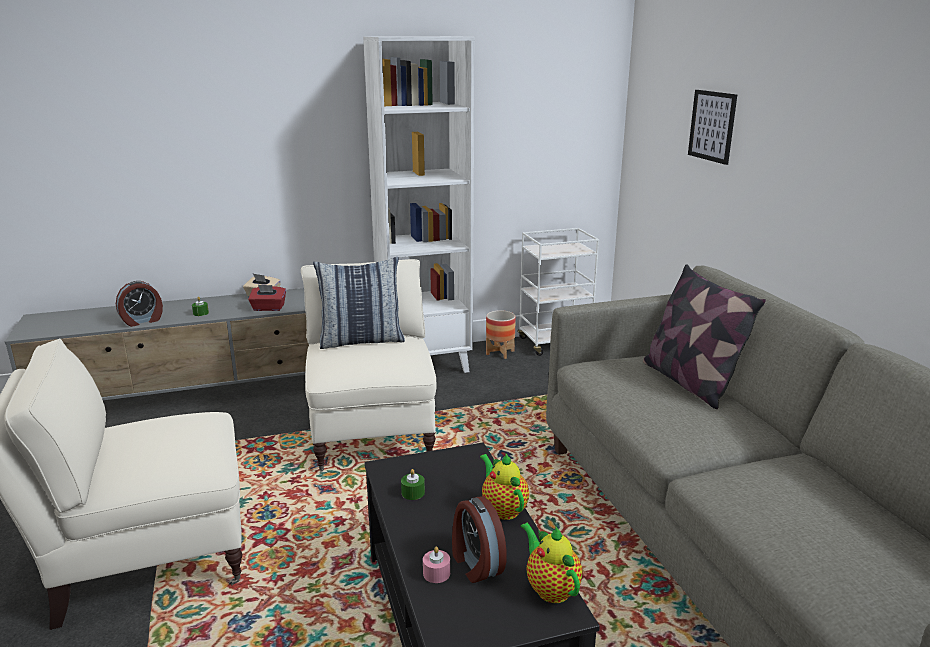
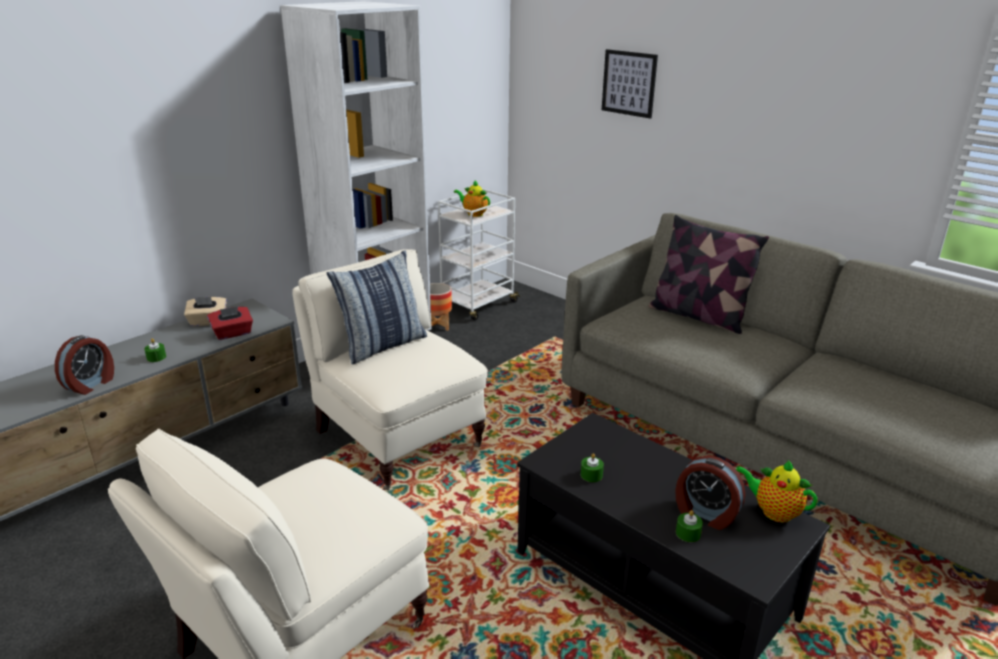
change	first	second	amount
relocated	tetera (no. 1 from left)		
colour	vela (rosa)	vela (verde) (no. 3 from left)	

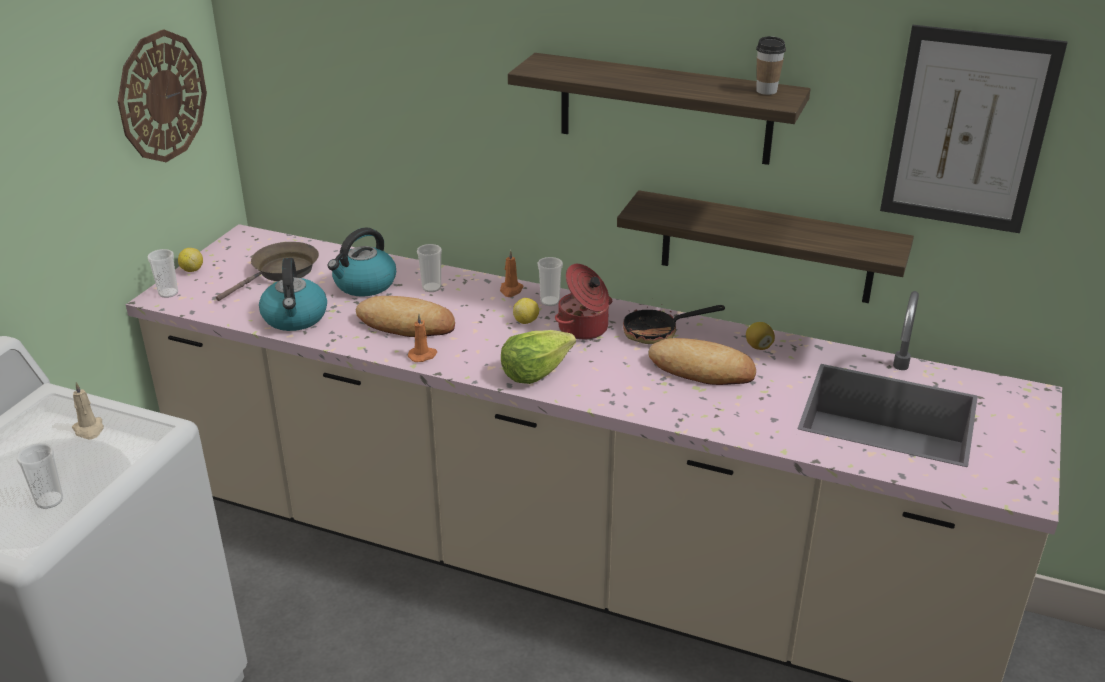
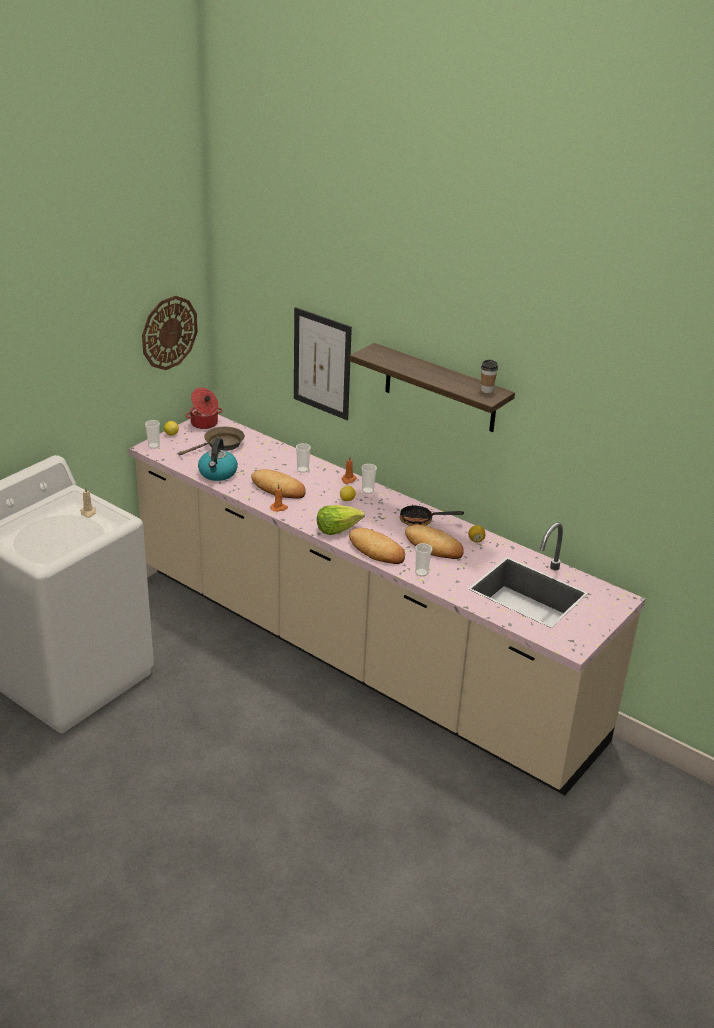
change	first	second	amount
relocated	olla		
relocated	cuadro		
appeared		pan (no. 2 from left)	
relocated	taza (no. 1 from left in the first image)	taza (no. 4 from left)	
missing	hervidor (no. 2 from left)		
missing	estante (no. 2 from left)		

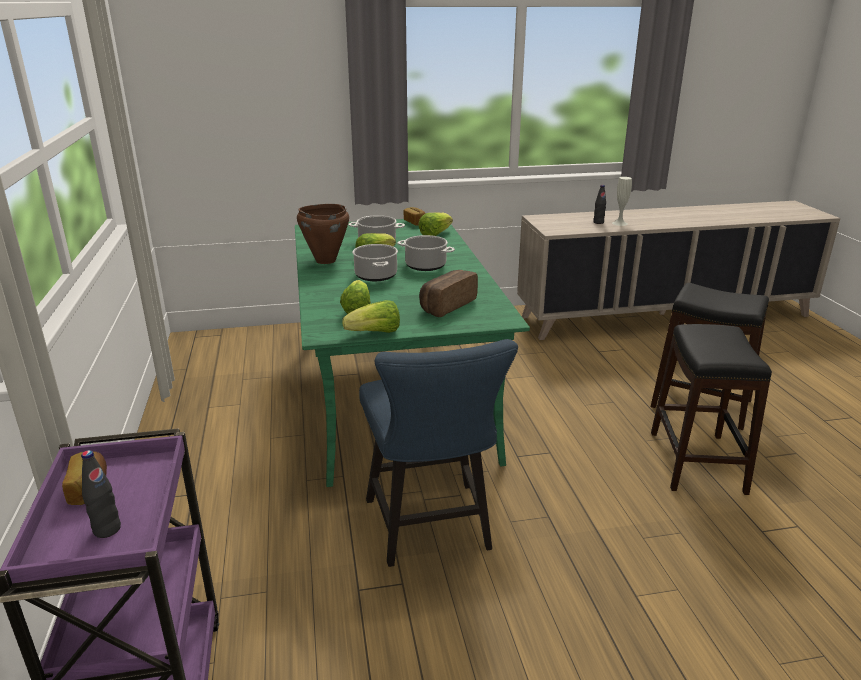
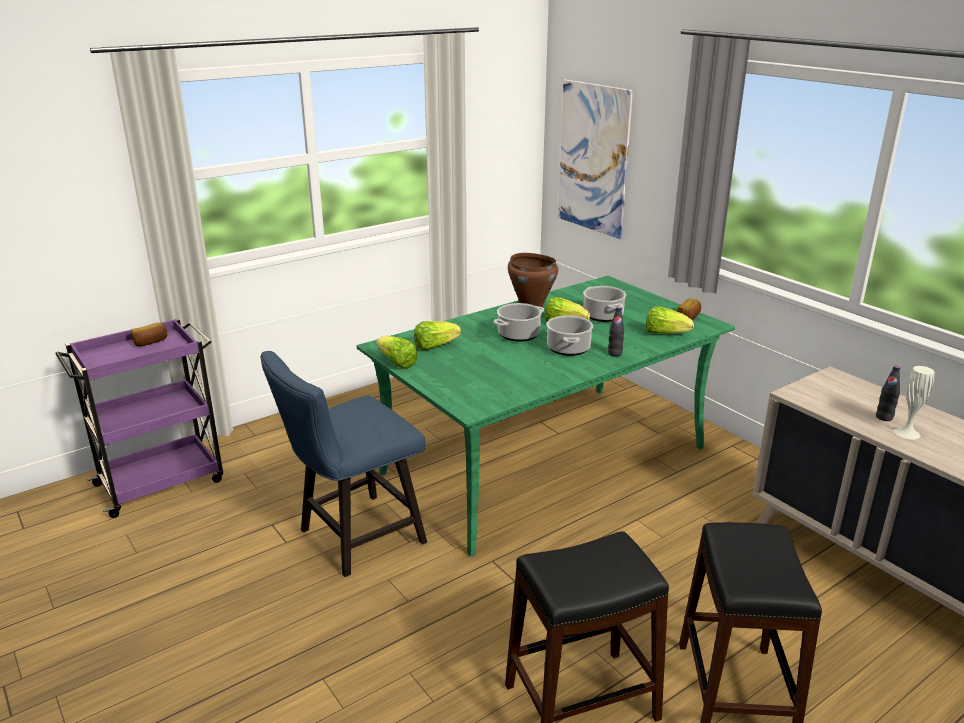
change	first	second	amount
appeared		cuadro	
relocated	botella (negro) (no. 1 from left)		
missing	pan (no. 3 from left)		

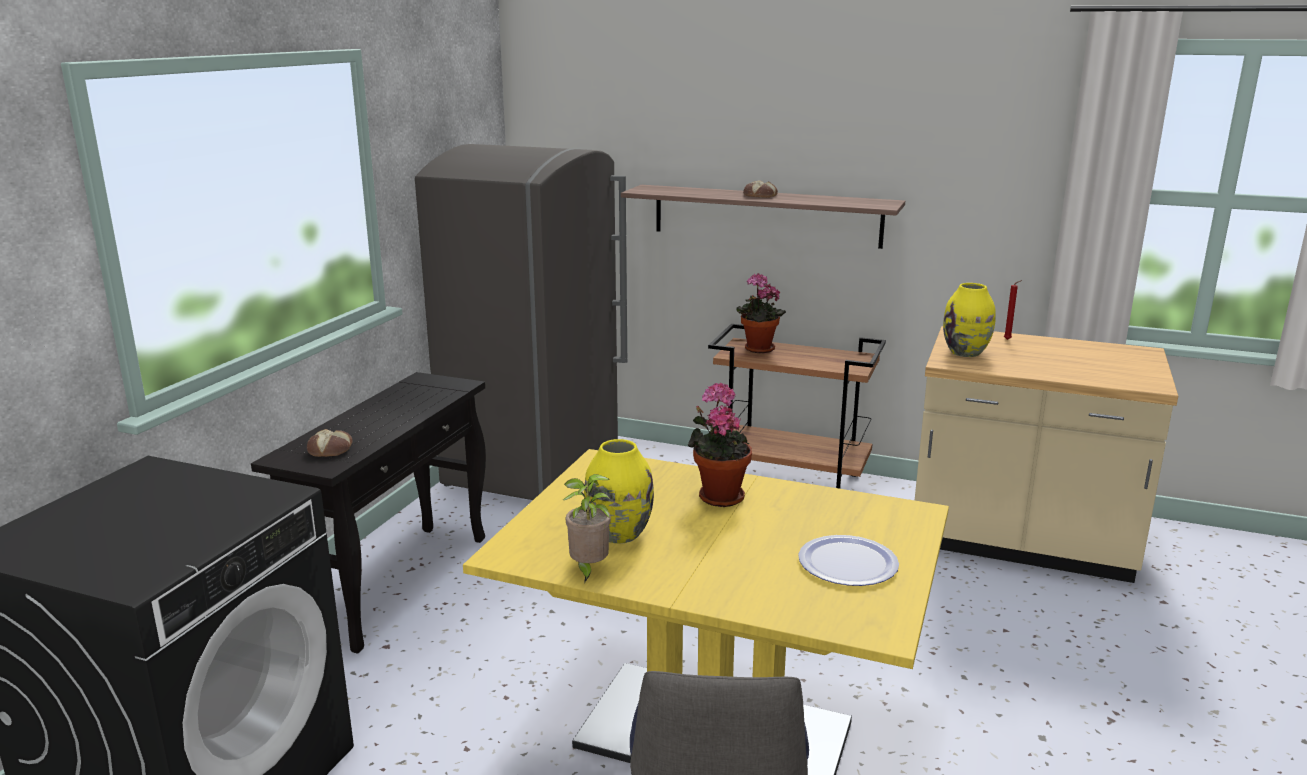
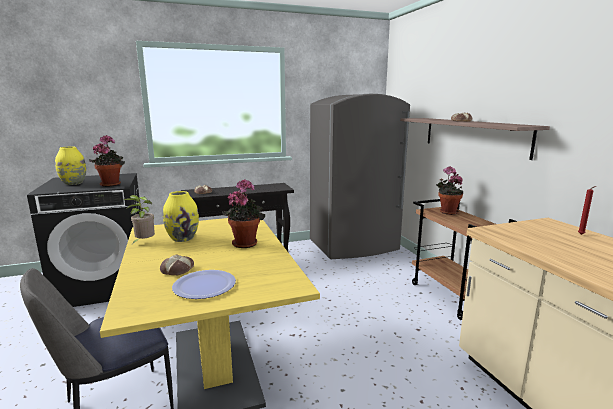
change	first	second	amount
relocated	florero (amarillo) (no. 2 from left in the first image)	florero (amarillo) (no. 1 from left)	
appeared		planta en maceta (no. 1 from left)	
appeared		pan (no. 1 from left)	

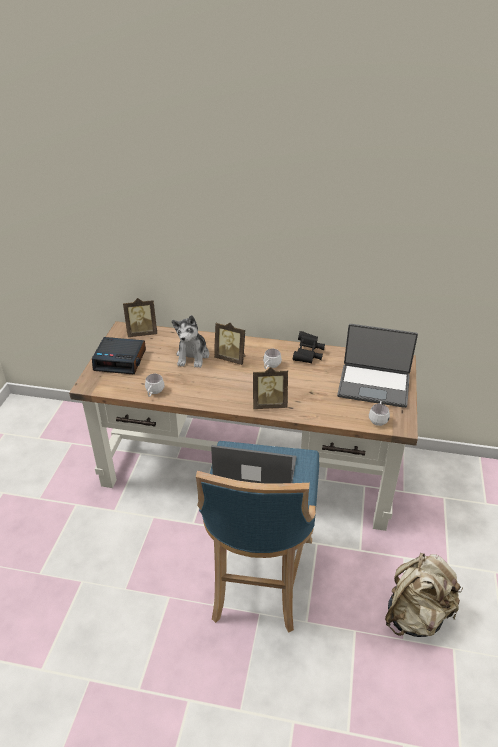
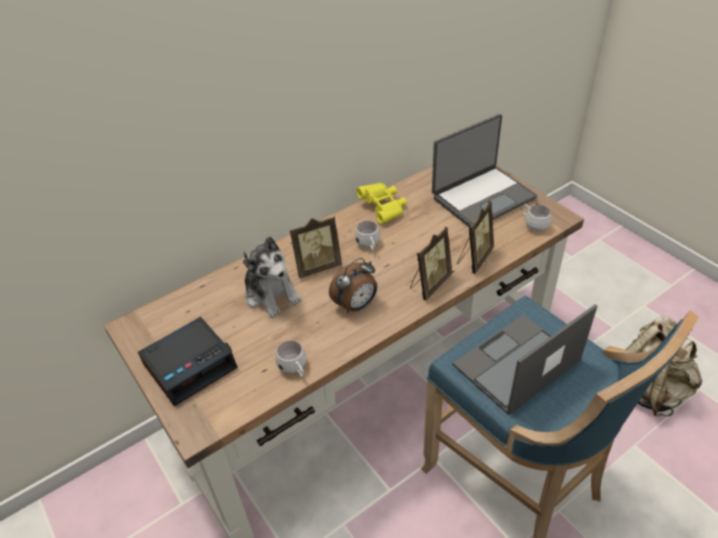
change	first	second	amount
appeared		despertador (no. 2 from left)	
colour	prismáticos (negro)	prismáticos (amarillo)	
relocated	portarretratos (no. 1 from left in the first image)	portarretratos (no. 3 from left)	

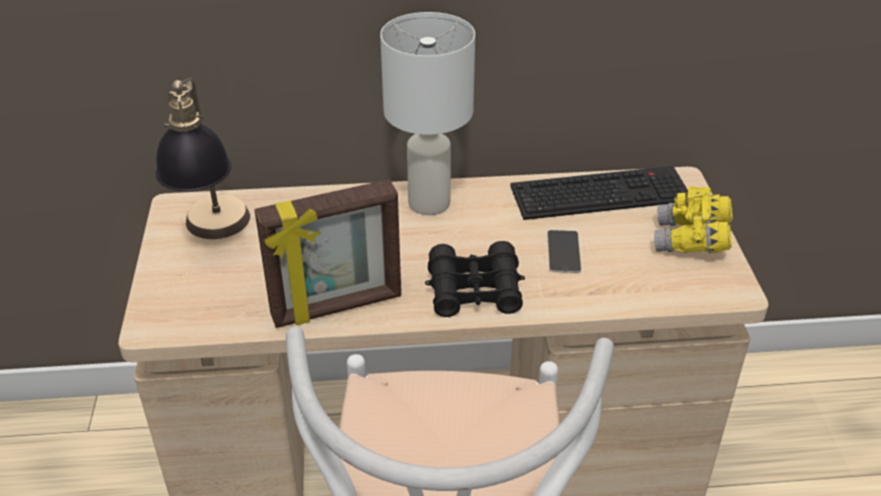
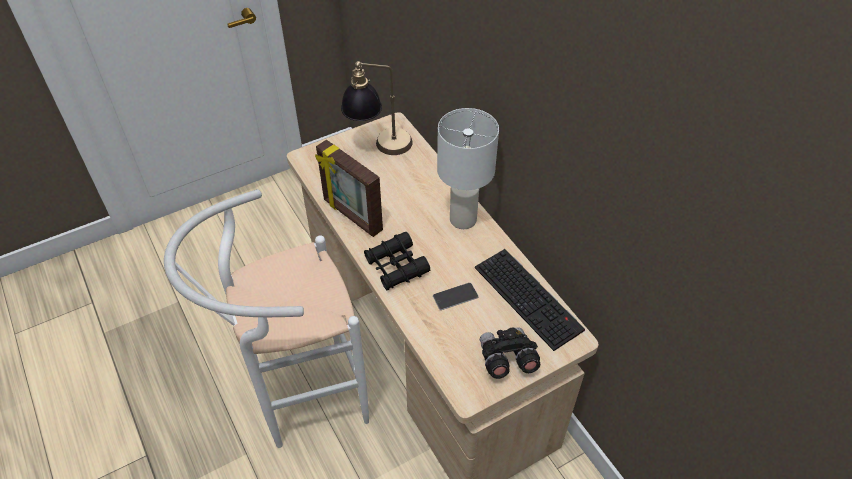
change	first	second	amount
colour	prismáticos (amarillo)	prismáticos (negro) (no. 2 from left)	

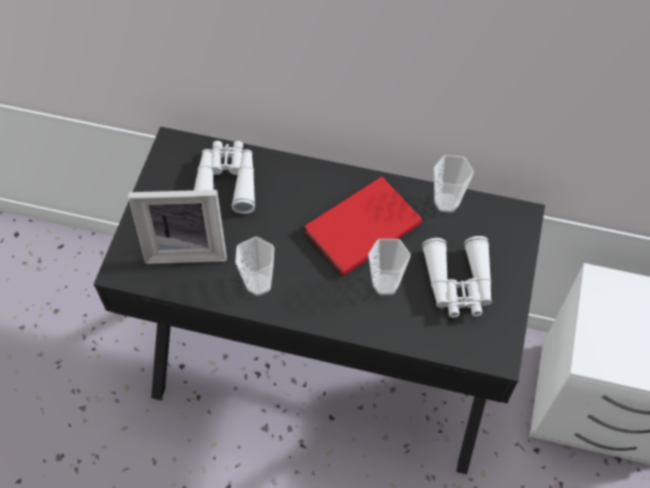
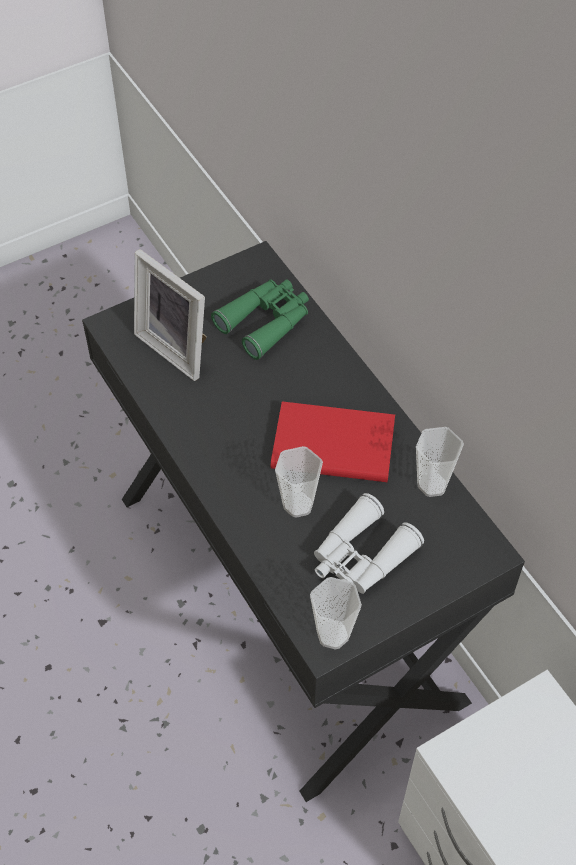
change	first	second	amount
colour	prismáticos (blanco) (no. 1 from left)	prismáticos (verde)	
relocated	taza (no. 1 from left in the first image)	taza (no. 2 from left)	

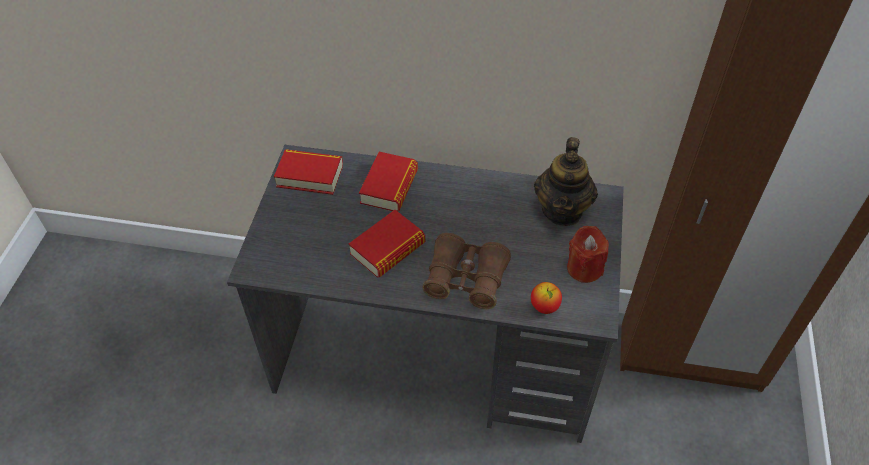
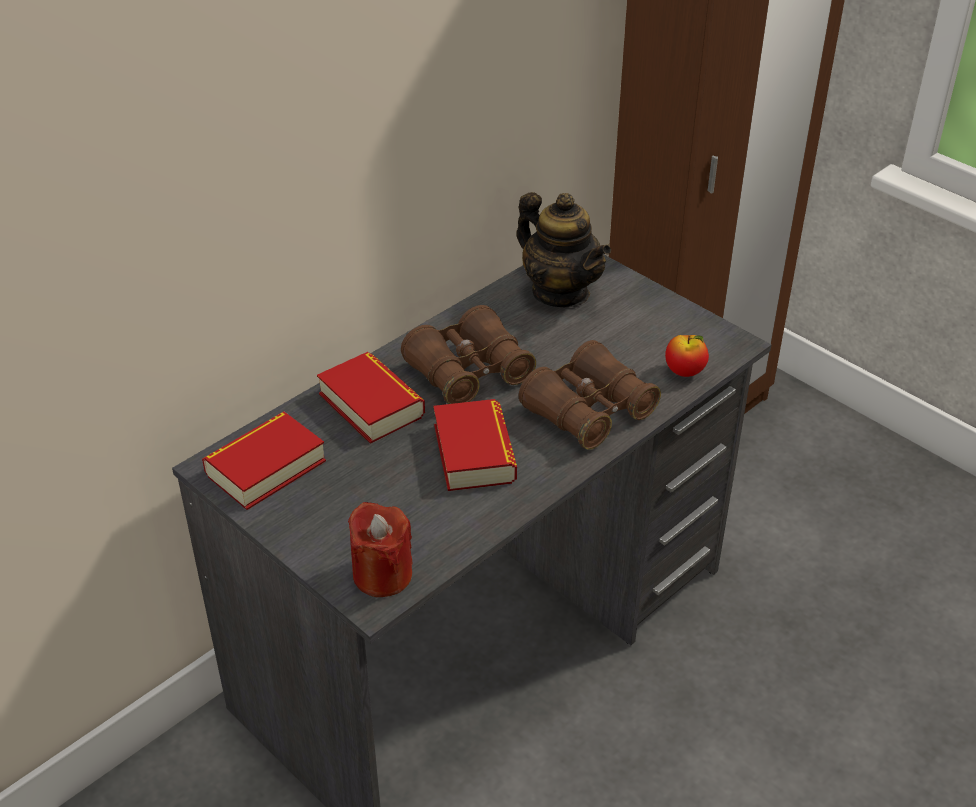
change	first	second	amount
relocated	vela (rojo)		
appeared		prismáticos (marrón) (no. 1 from left)	

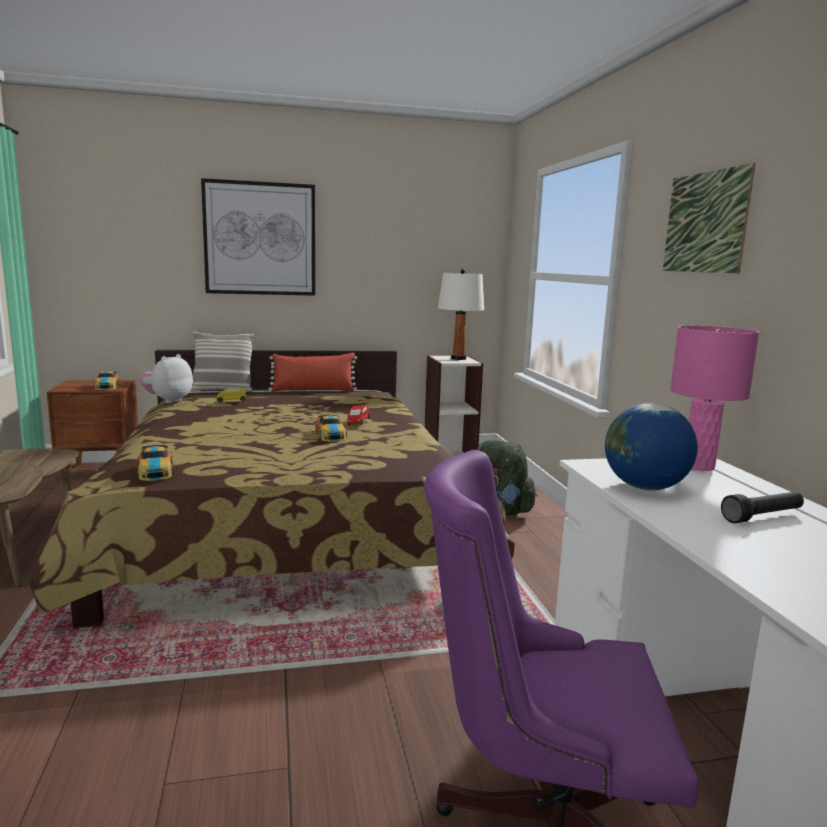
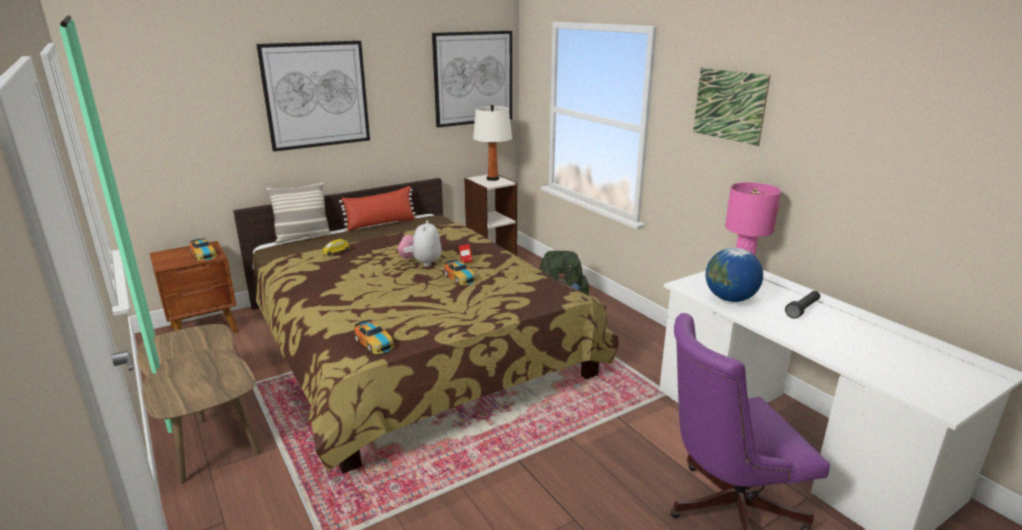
change	first	second	amount
relocated	peluche		
appeared		cuadro (no. 2 from left)	

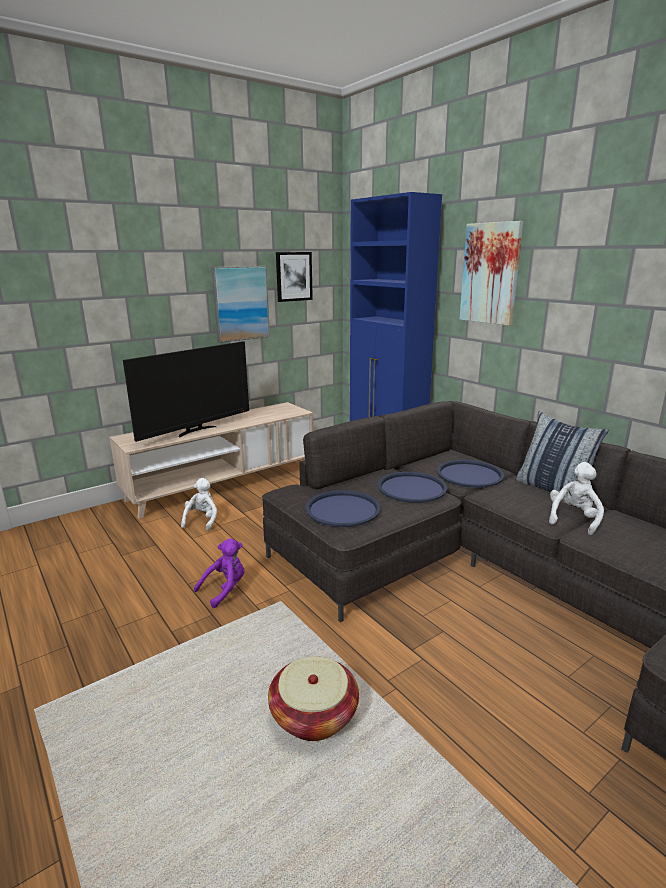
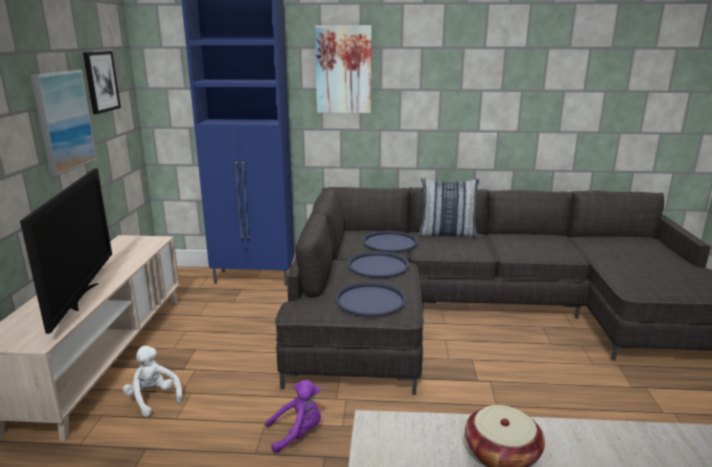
change	first	second	amount
spun	peluche (morado)		75 degrees clockwise
missing	peluche (blanco) (no. 2 from left)		

